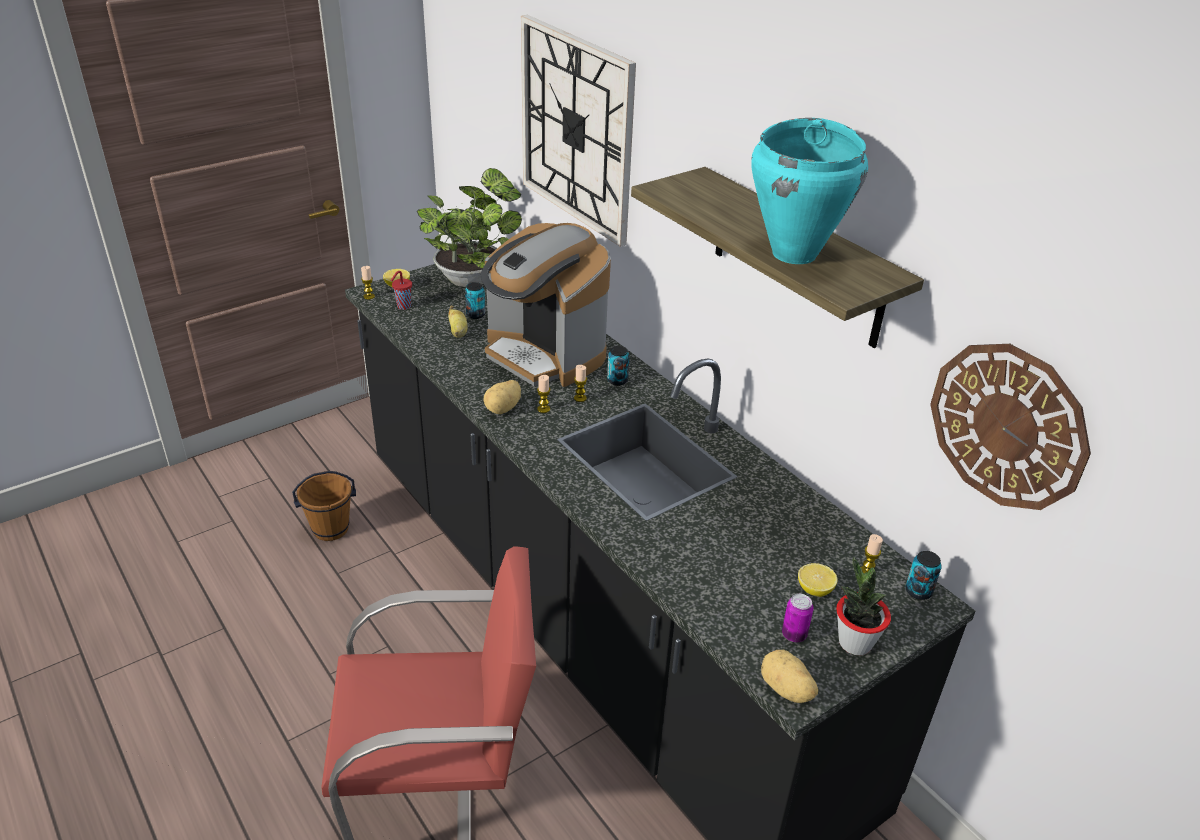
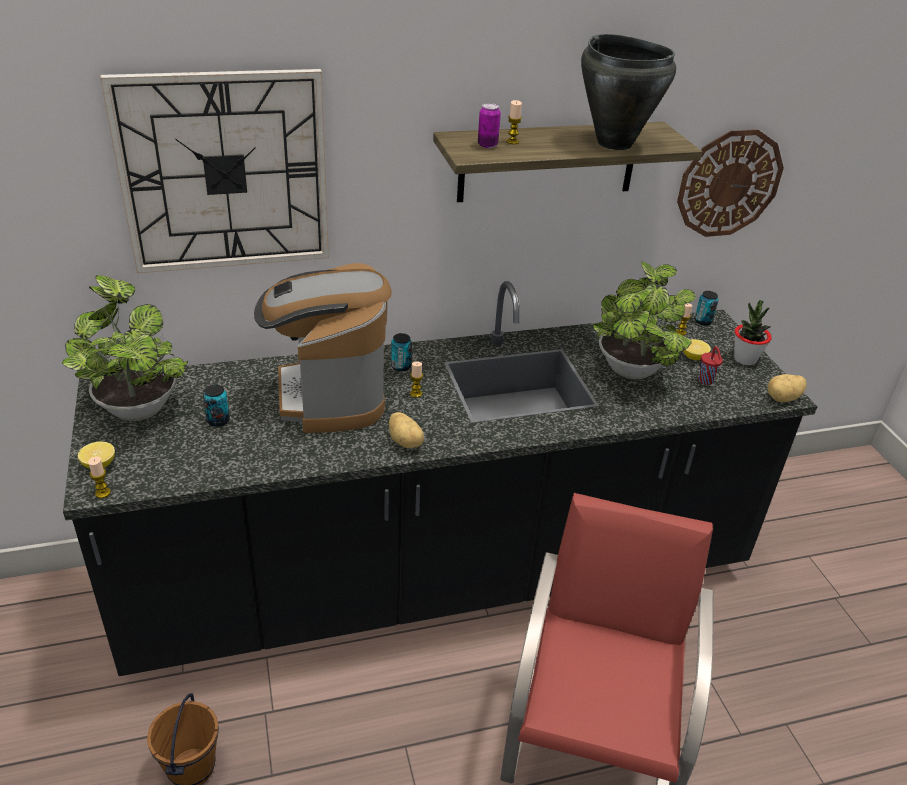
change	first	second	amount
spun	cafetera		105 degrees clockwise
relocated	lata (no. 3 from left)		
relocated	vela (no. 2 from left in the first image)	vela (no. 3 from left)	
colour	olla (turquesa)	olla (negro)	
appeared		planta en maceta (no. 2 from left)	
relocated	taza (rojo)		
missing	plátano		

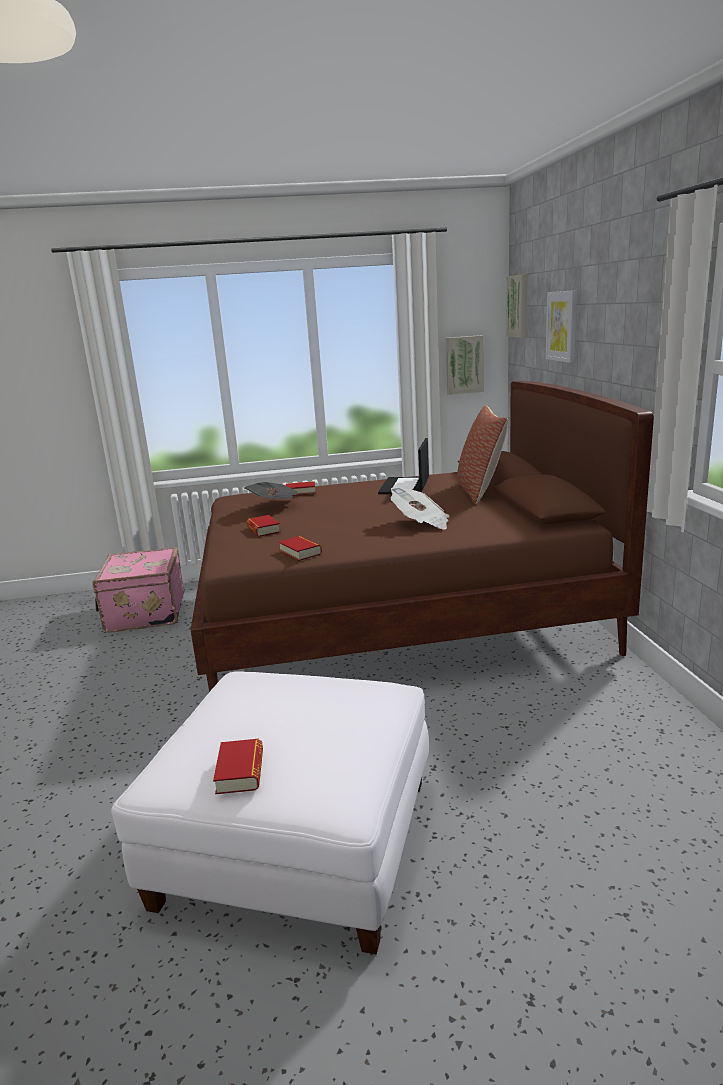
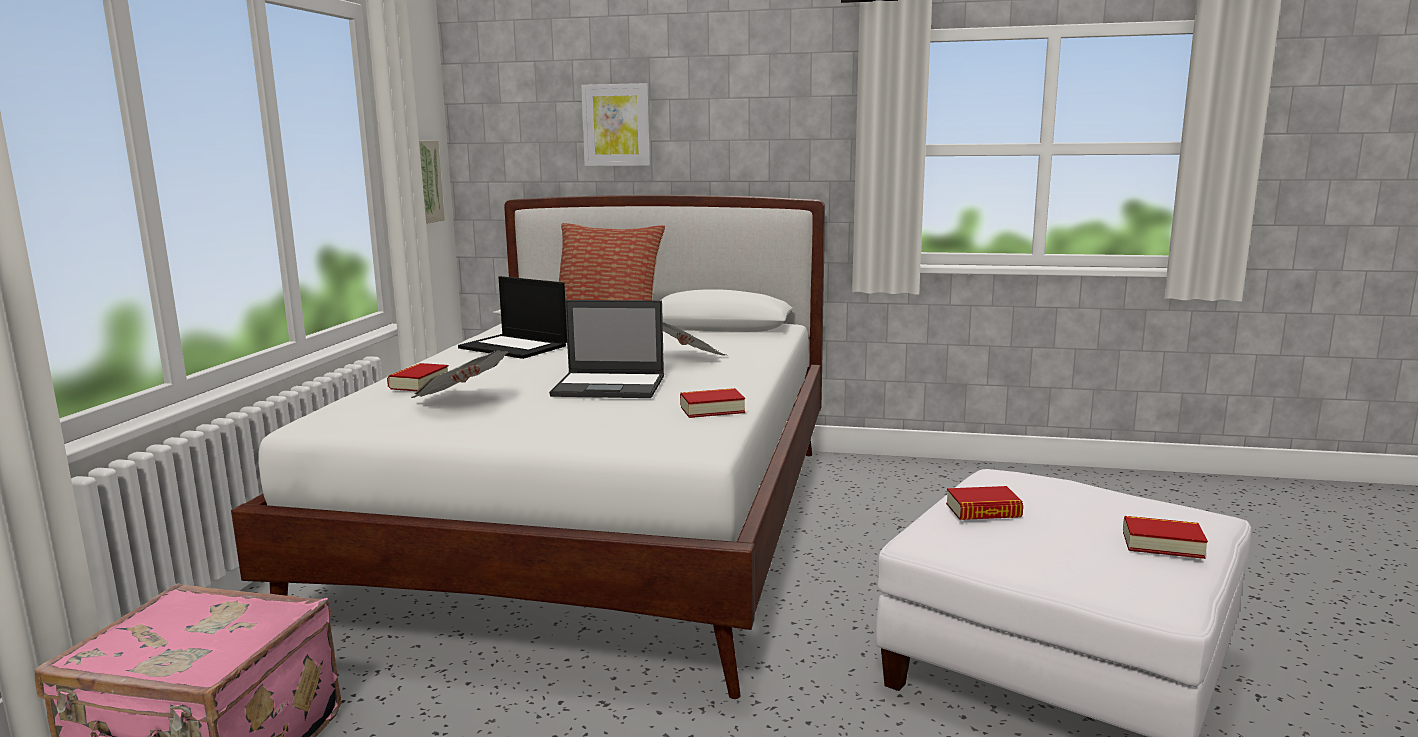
change	first	second	amount
colour	cama (marrón)	cama (blanco)	
appeared		portátil (no. 2 from left)	
relocated	libro (no. 2 from left in the first image)	libro (no. 3 from left)	
missing	cuadro (no. 2 from left)		

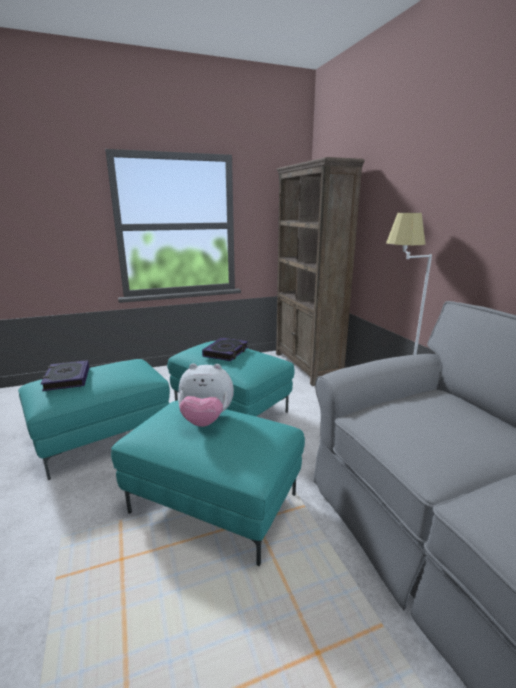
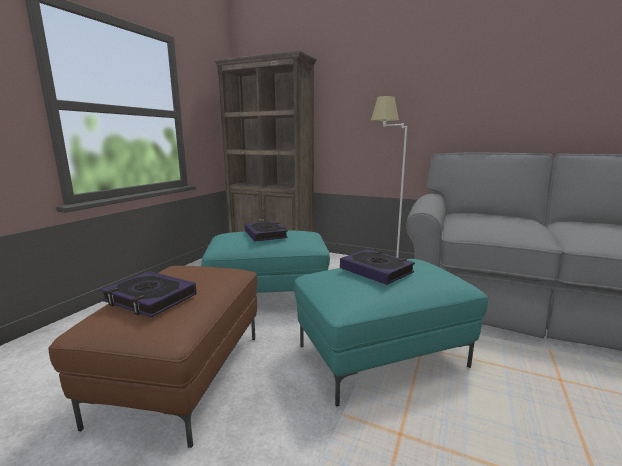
change	first	second	amount
colour	puf (turquesa) (no. 1 from left)	puf (marrón)	
exchanged	peluche	libro (no. 3 from left)	

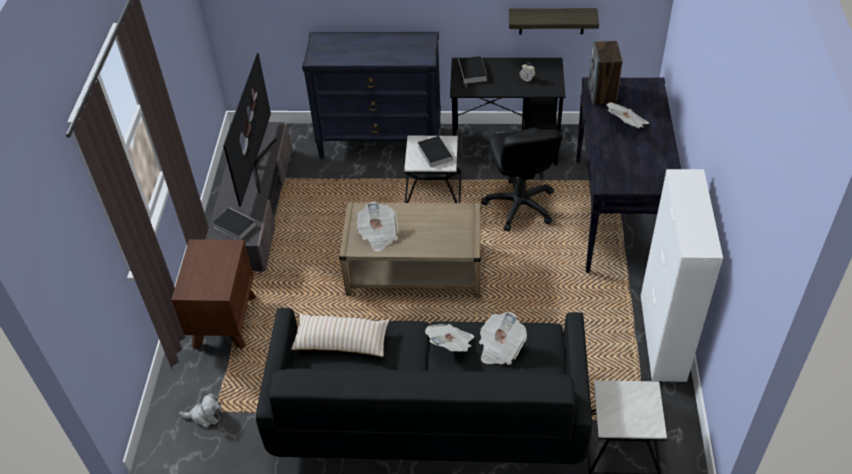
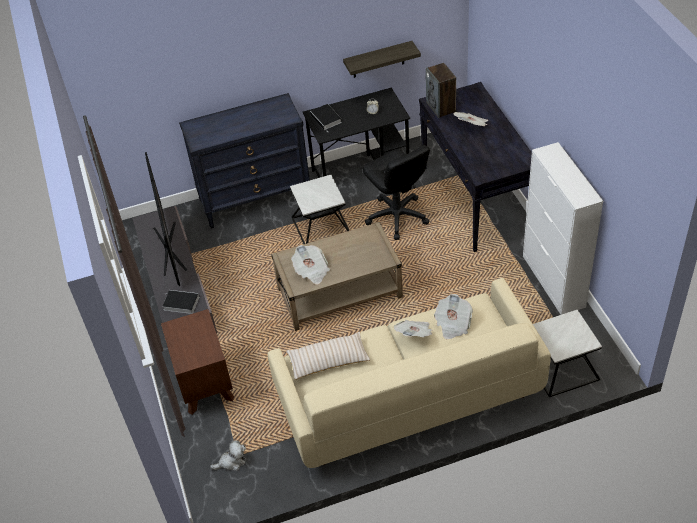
change	first	second	amount
colour	sofá (negro)	sofá (beis)	
missing	libro (no. 2 from left)		

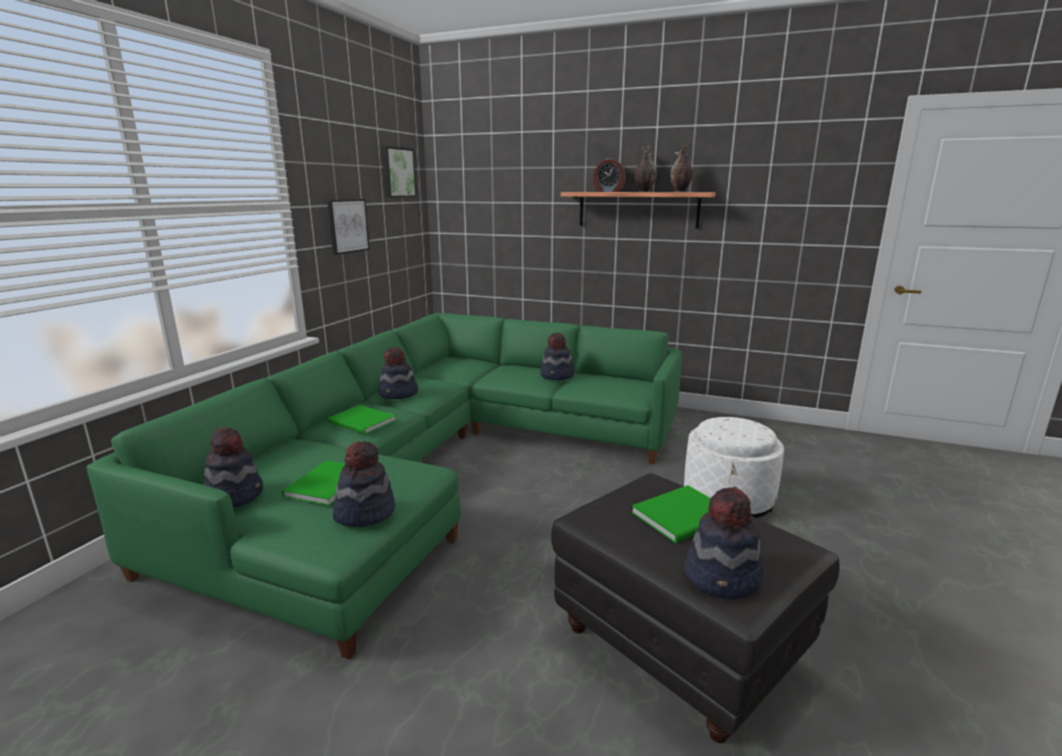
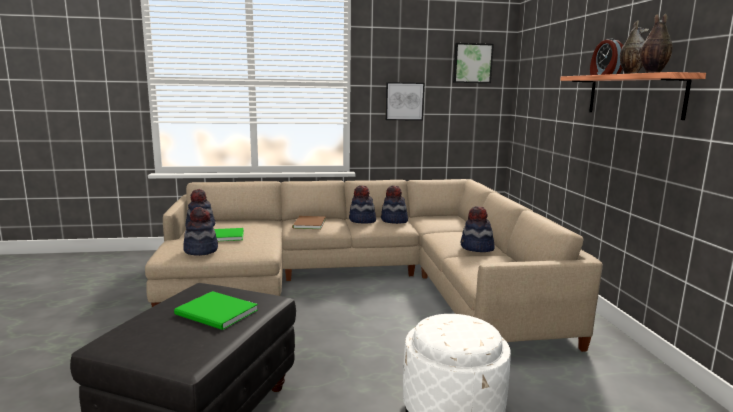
change	first	second	amount
colour	sofá (verde)	sofá (beis)	
colour	libro (verde) (no. 2 from left)	libro (marrón)	
relocated	sombrero (no. 5 from left in the first image)	sombrero (no. 4 from left)	

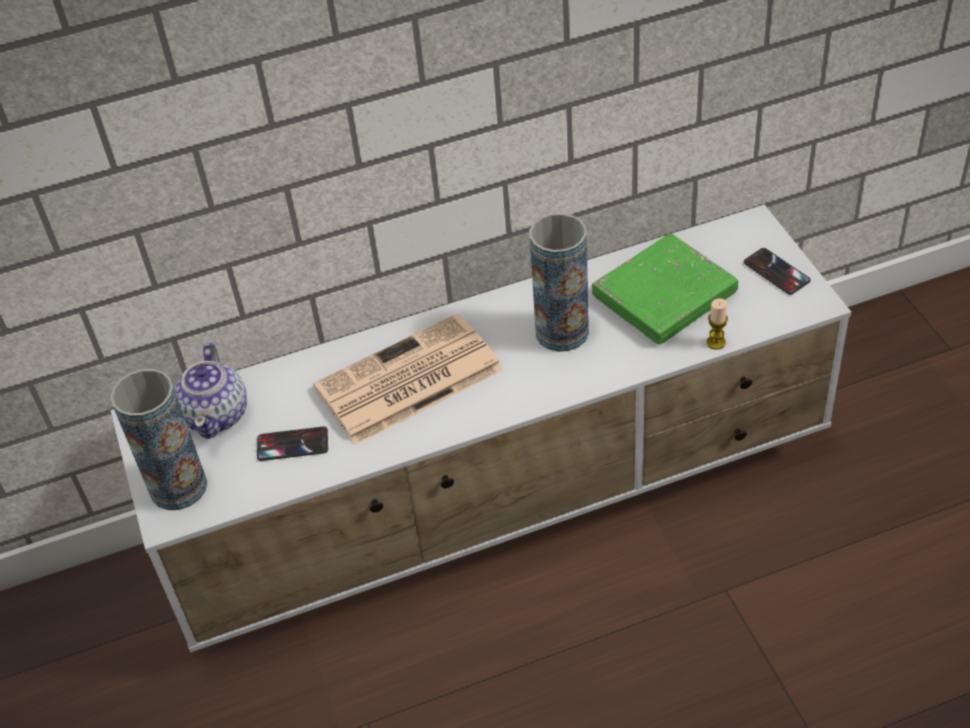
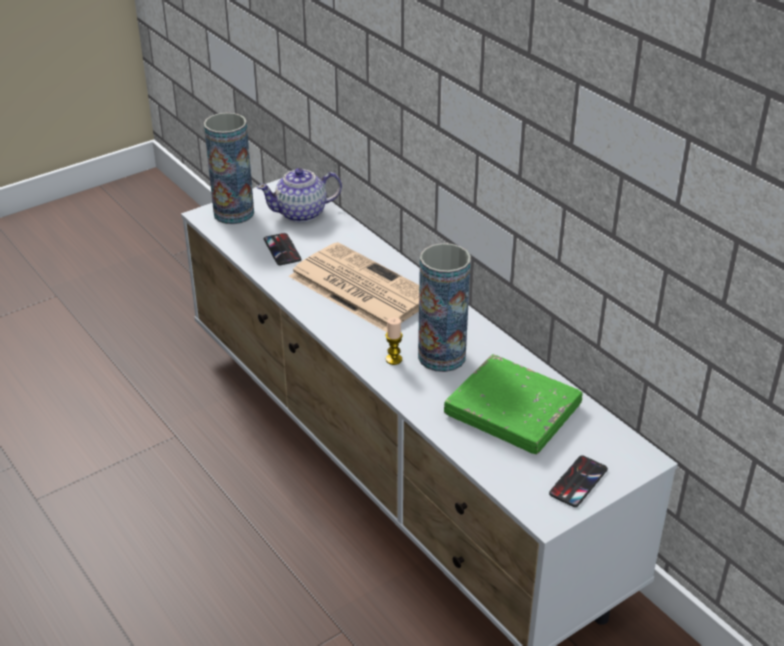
change	first	second	amount
relocated	vela		

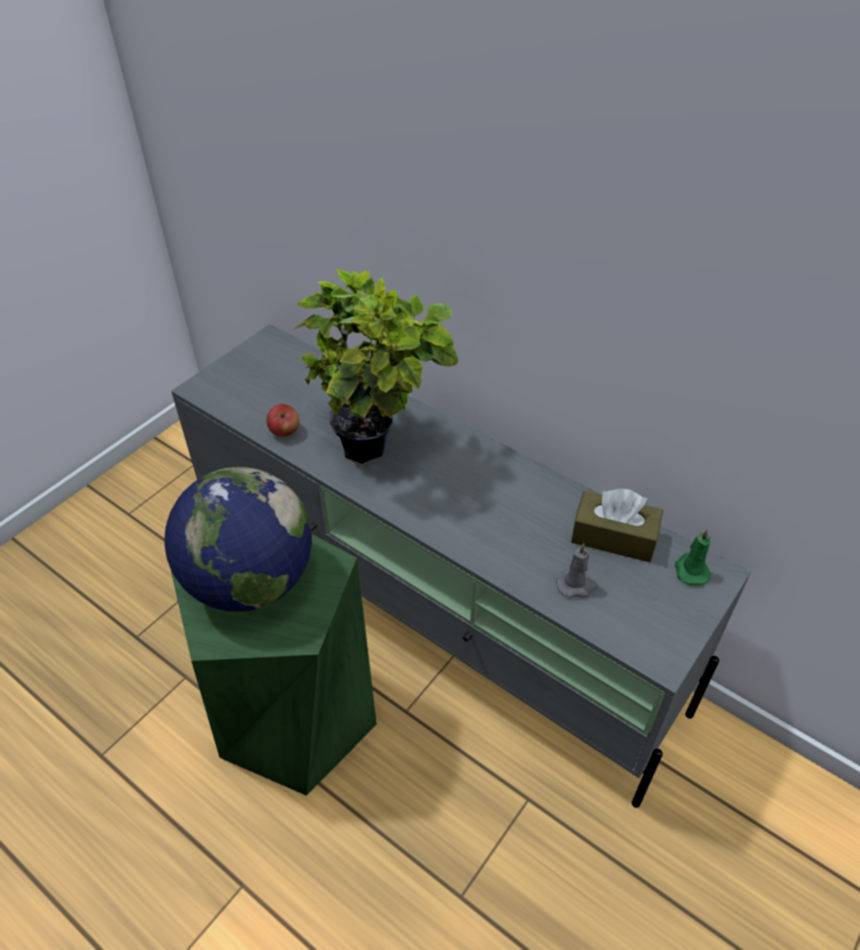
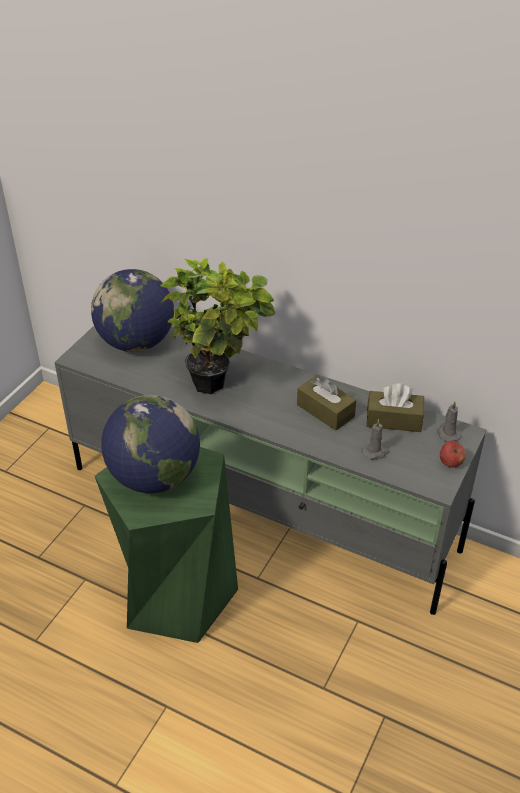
change	first	second	amount
appeared		globo terráqueo (no. 1 from left)	
appeared		caja de pañuelos (marrón) (no. 1 from left)	
colour	vela (verde)	vela (gris) (no. 2 from left)	
relocated	manzana		

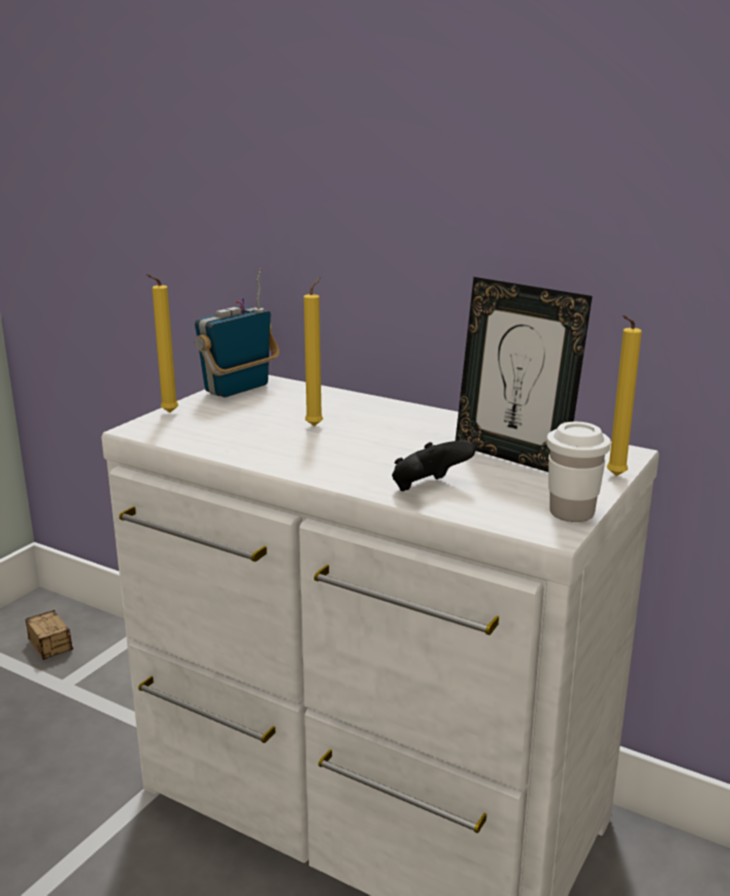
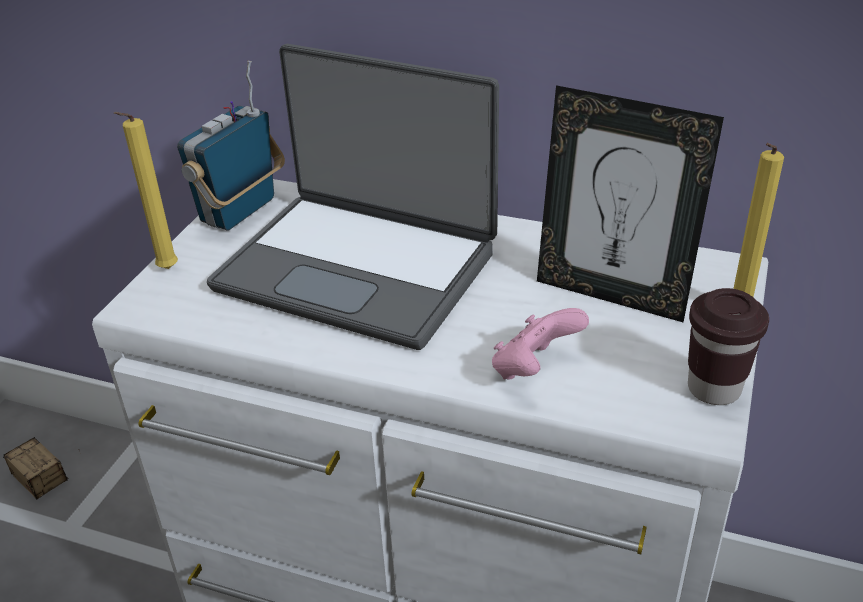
change	first	second	amount
exchanged	vela (amarillo) (no. 2 from left)	portátil	
colour	mando de consola (negro)	mando de consola (rosa)	
colour	taza (blanco)	taza (marrón)	

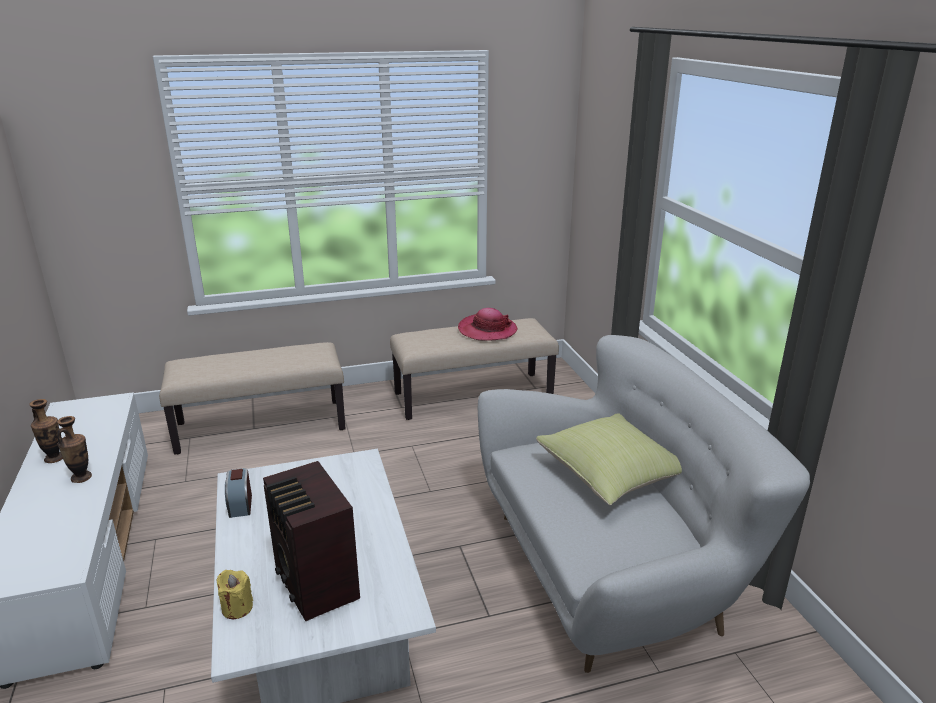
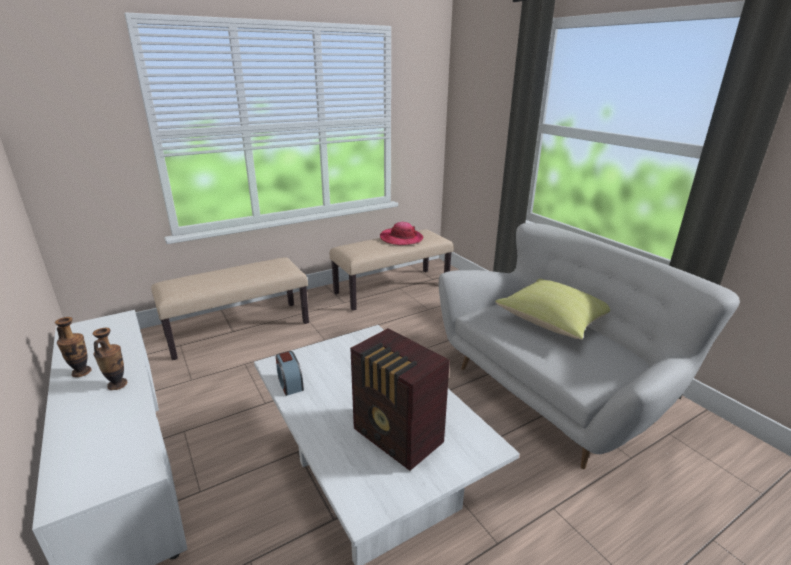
change	first	second	amount
missing	vela (amarillo)		

